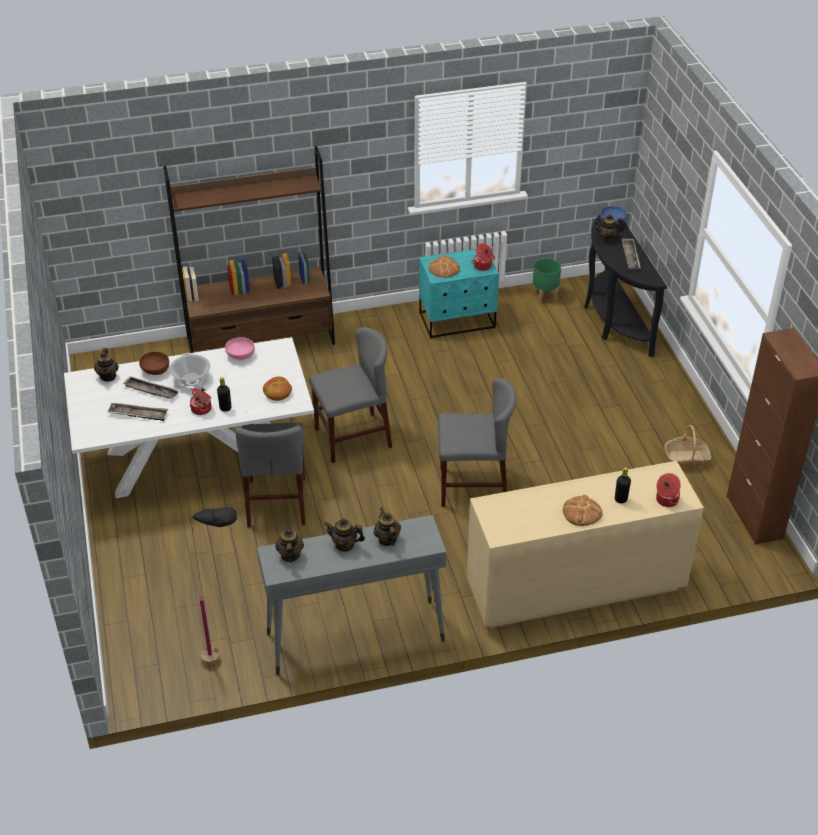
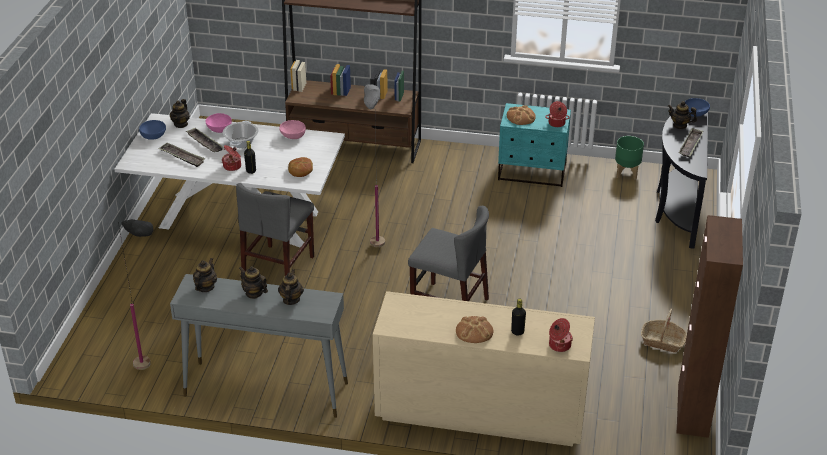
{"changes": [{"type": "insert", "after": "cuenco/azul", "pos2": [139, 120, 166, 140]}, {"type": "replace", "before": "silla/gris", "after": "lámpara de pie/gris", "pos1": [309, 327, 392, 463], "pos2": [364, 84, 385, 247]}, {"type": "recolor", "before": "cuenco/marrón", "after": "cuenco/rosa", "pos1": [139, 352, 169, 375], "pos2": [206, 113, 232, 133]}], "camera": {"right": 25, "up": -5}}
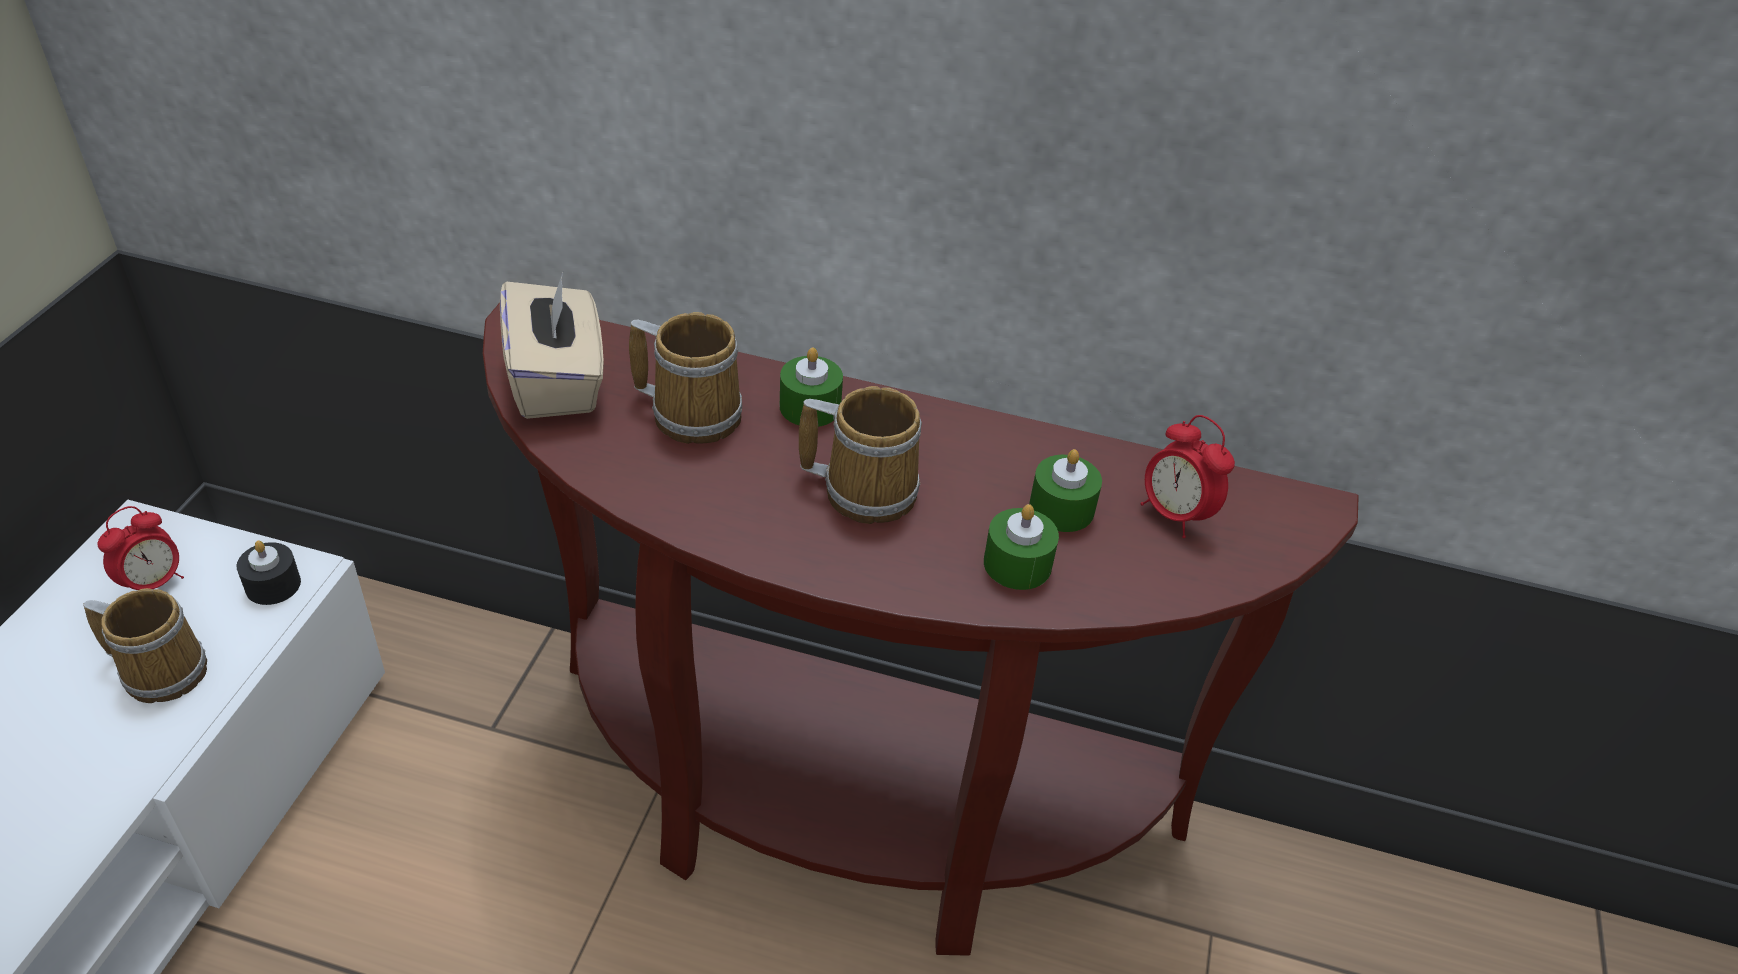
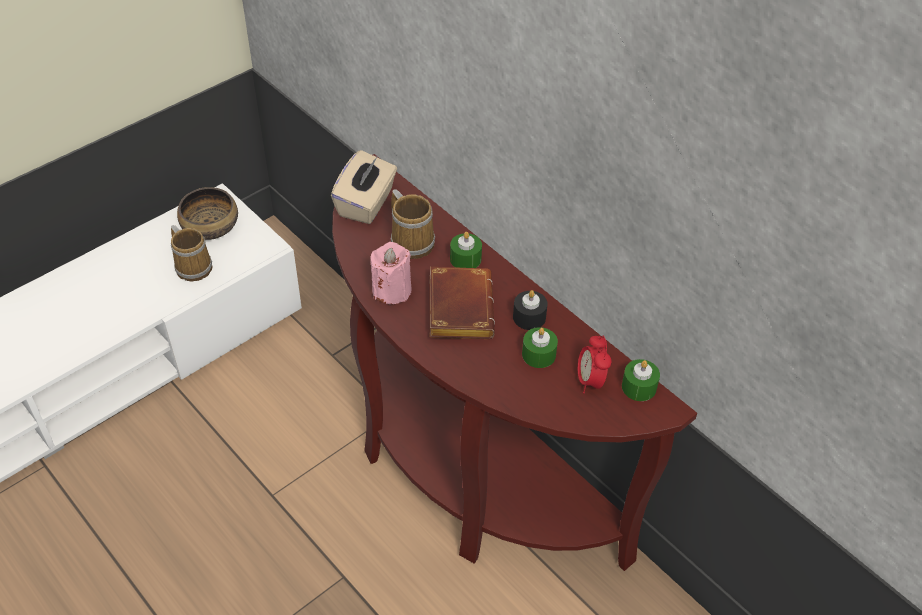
{"changes": [{"type": "insert", "after": "vela/rosa", "pos2": [370, 242, 412, 304]}, {"type": "move", "before": "vela/negro", "pos1": [236, 540, 301, 605], "pos2": [513, 290, 548, 330]}, {"type": "move", "before": "vela/verde", "pos1": [984, 504, 1059, 590], "pos2": [622, 359, 660, 401]}, {"type": "replace", "before": "despertador", "after": "cuenco", "pos1": [98, 506, 184, 590], "pos2": [177, 187, 238, 240]}, {"type": "replace", "before": "taza grande", "after": "libro/marrón", "pos1": [799, 386, 922, 524], "pos2": [429, 267, 495, 339]}], "camera": {"right": 35, "up": 5}}
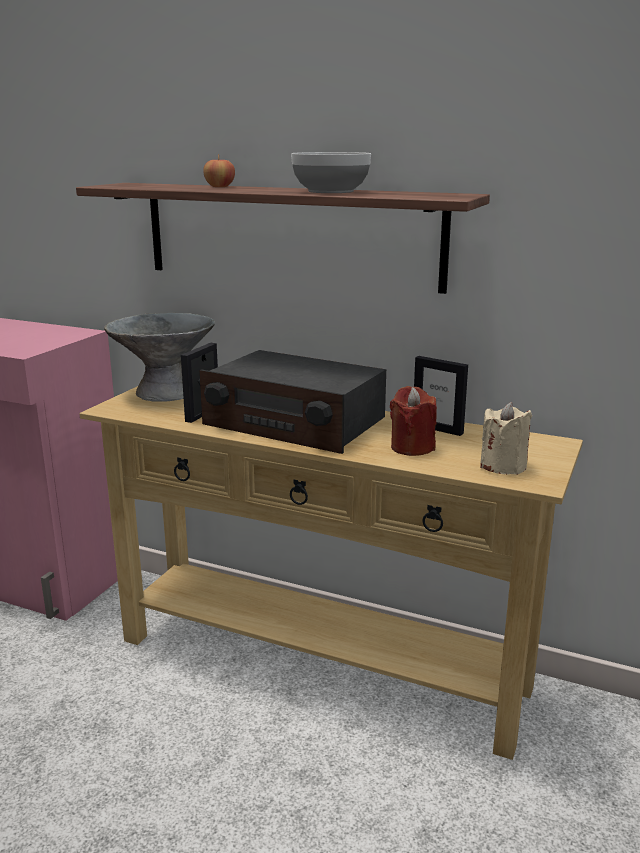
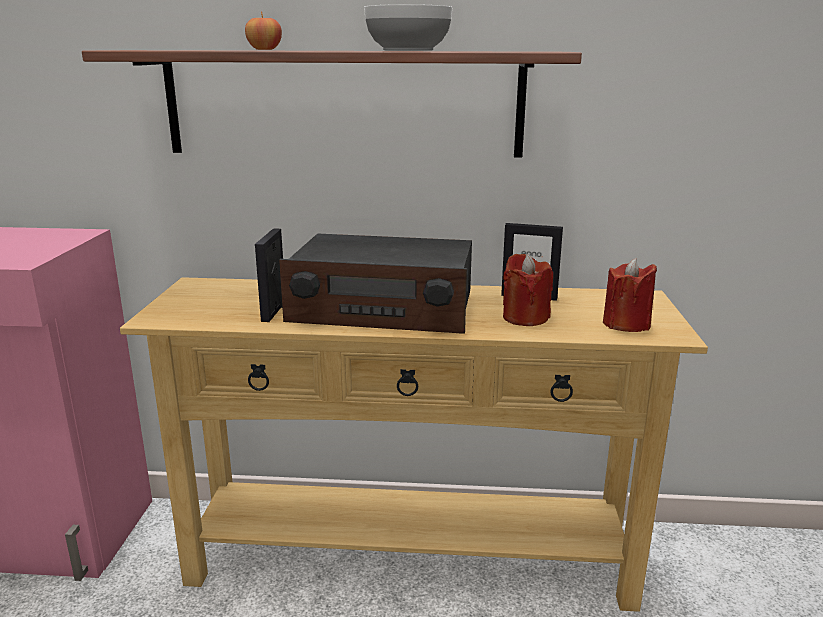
{"changes": [{"type": "delete", "before": "cuenco/gris", "pos1": [104, 313, 215, 402]}, {"type": "recolor", "before": "vela/beis", "after": "vela/rojo", "pos1": [480, 402, 532, 475], "pos2": [603, 258, 657, 332]}], "camera": {"right": -20, "up": 0}}
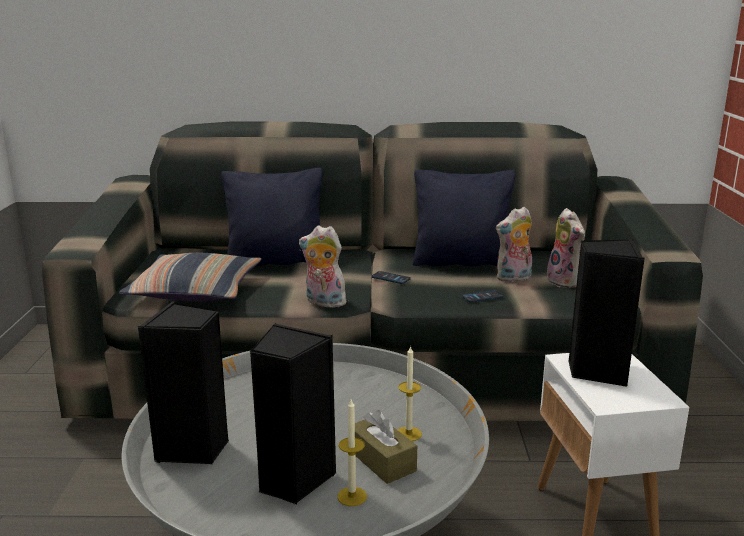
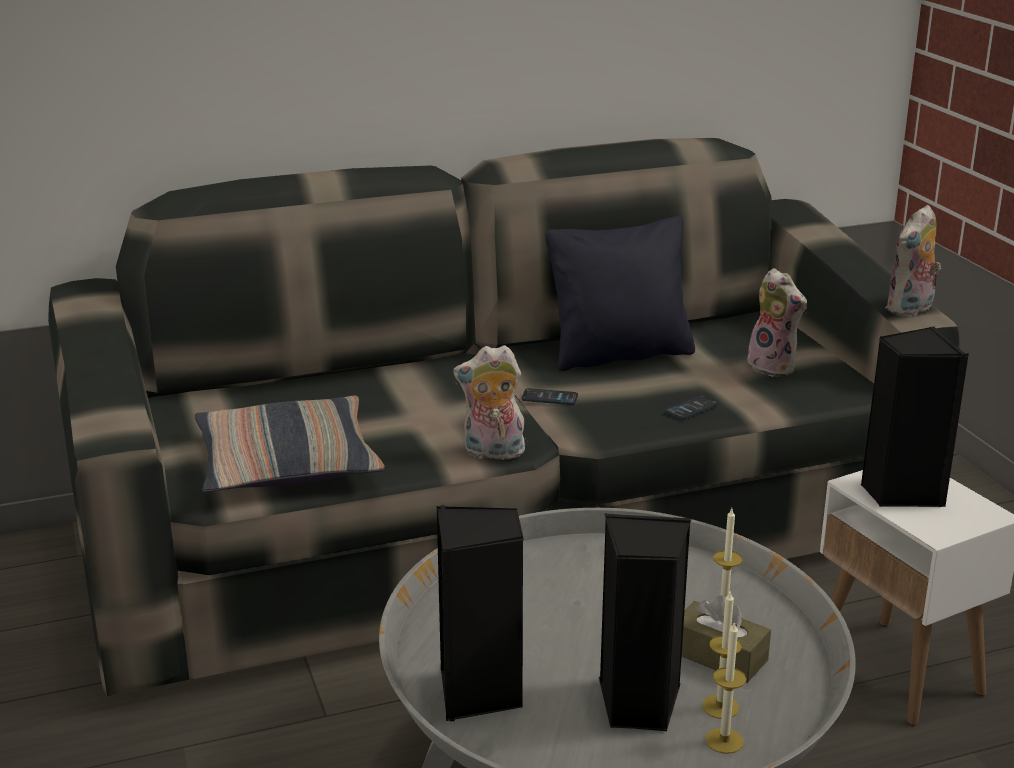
{"changes": [{"type": "delete", "before": "cojín/negro", "pos1": [221, 168, 323, 267]}, {"type": "insert", "after": "vela", "pos2": [705, 621, 747, 754]}, {"type": "move", "before": "peluche", "pos1": [496, 207, 532, 283], "pos2": [886, 205, 941, 317]}], "camera": {"right": -20, "up": 5}}
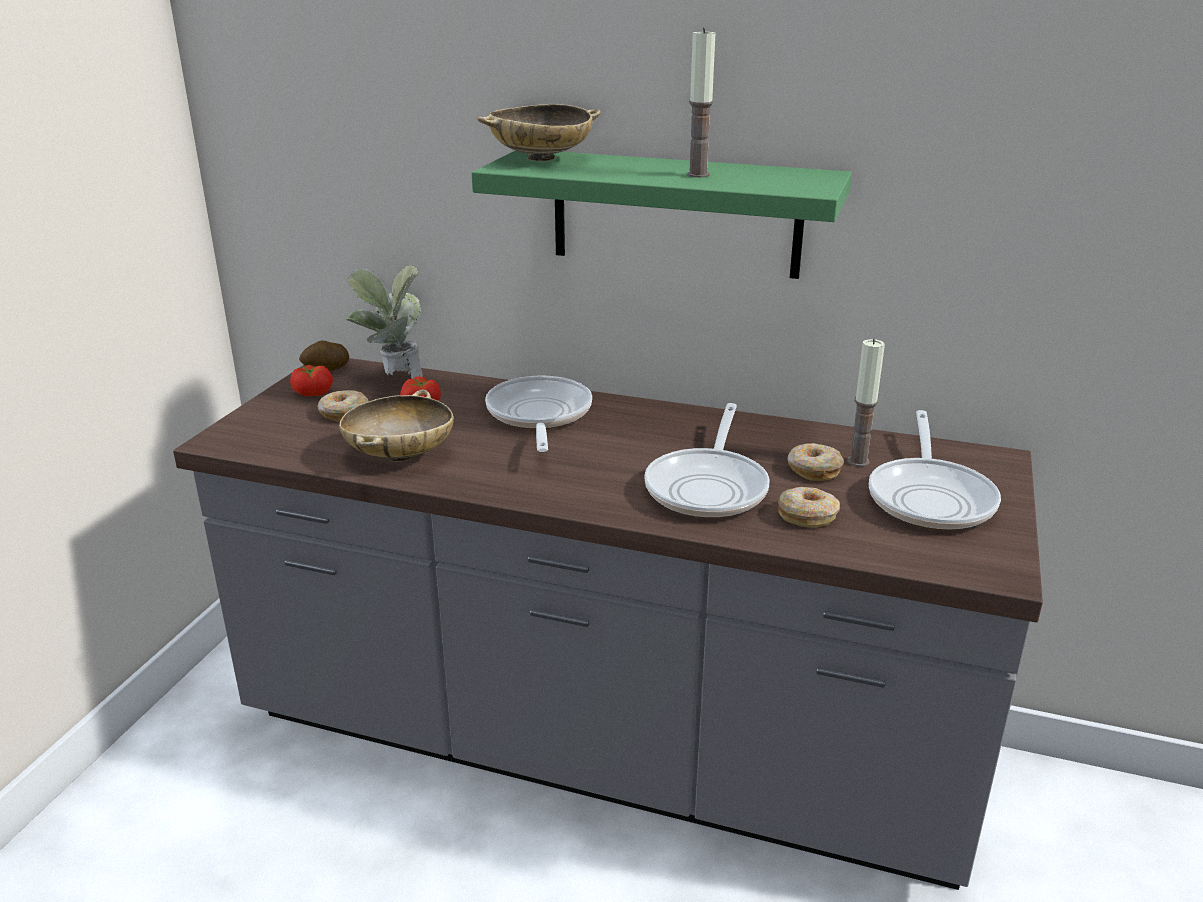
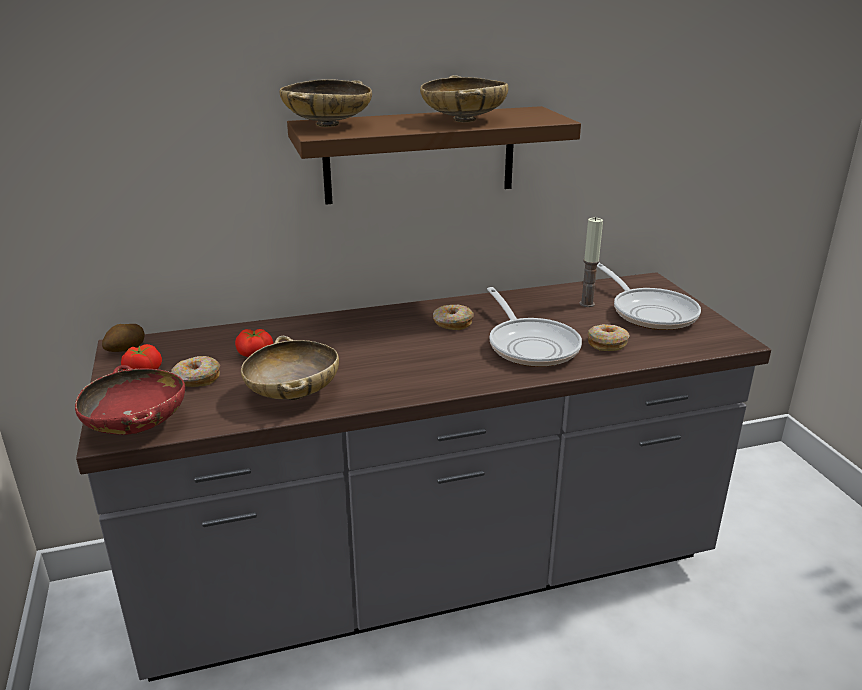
{"changes": [{"type": "delete", "before": "planta en maceta", "pos1": [346, 265, 423, 379]}, {"type": "delete", "before": "sartén", "pos1": [485, 376, 592, 452]}, {"type": "insert", "after": "cuenco/rojo", "pos2": [75, 365, 185, 435]}, {"type": "move", "before": "rosquilla", "pos1": [788, 443, 844, 481], "pos2": [433, 305, 474, 330]}, {"type": "replace", "before": "vela", "after": "cuenco/beis", "pos1": [687, 28, 715, 177], "pos2": [420, 75, 508, 122]}, {"type": "recolor", "before": "estante/verde", "after": "estante/marrón", "pos1": [472, 150, 852, 279], "pos2": [287, 106, 581, 204]}], "camera": {"right": -35, "up": 0}}
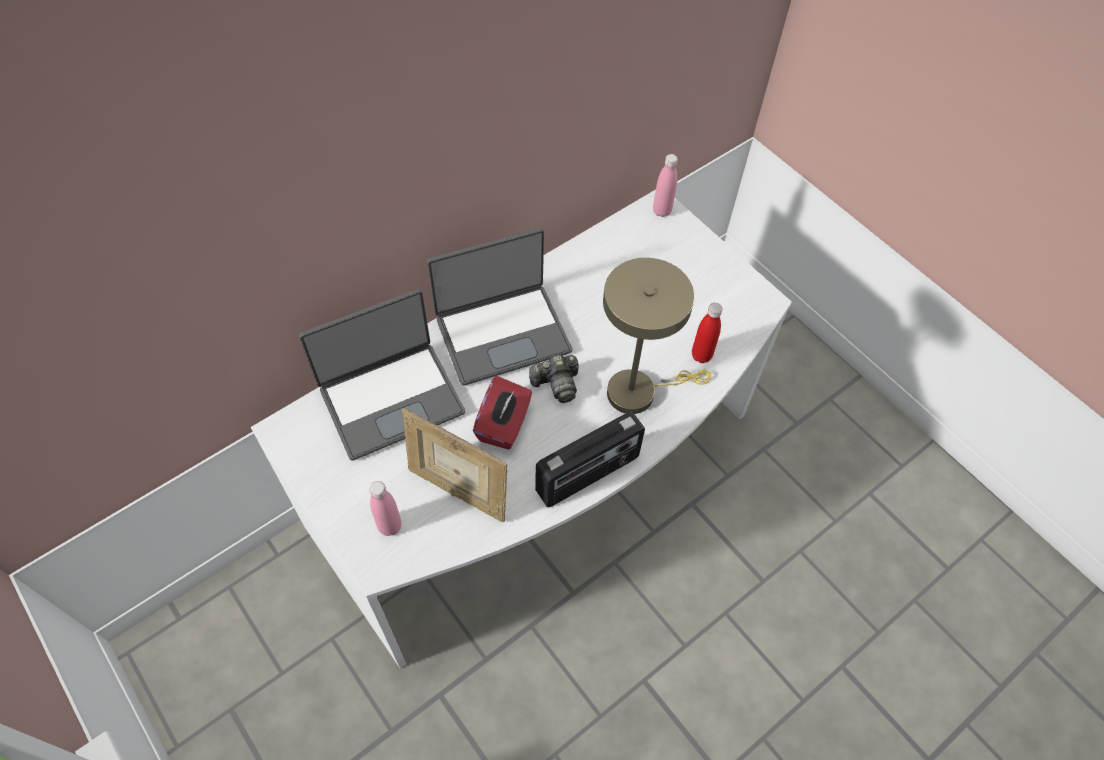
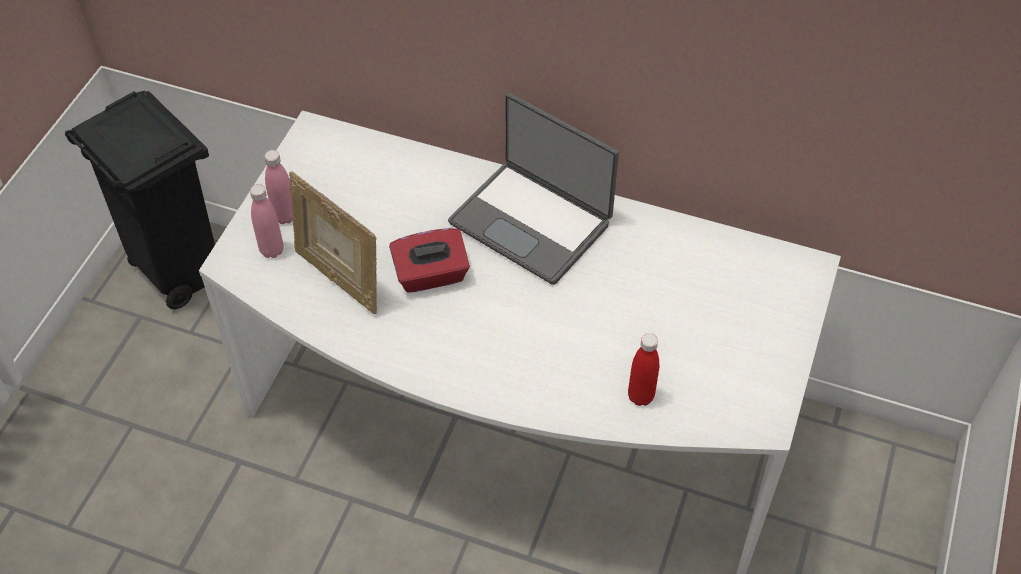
{"changes": [{"type": "delete", "before": "portátil", "pos1": [299, 289, 465, 461]}, {"type": "delete", "before": "cámara", "pos1": [529, 355, 579, 403]}, {"type": "delete", "before": "radio", "pos1": [535, 411, 645, 507]}, {"type": "delete", "before": "lámpara de mesa/beis", "pos1": [603, 258, 711, 414]}, {"type": "insert", "after": "papelera/negro", "pos2": [65, 91, 215, 309]}, {"type": "move", "before": "botella/rosa", "pos1": [653, 154, 678, 217], "pos2": [264, 150, 293, 224]}, {"type": "rotate", "before": "portarretratos", "pos1": [402, 408, 508, 522], "pos2": [289, 171, 377, 314], "turn": -45}], "camera": {"right": 60, "up": -5}}
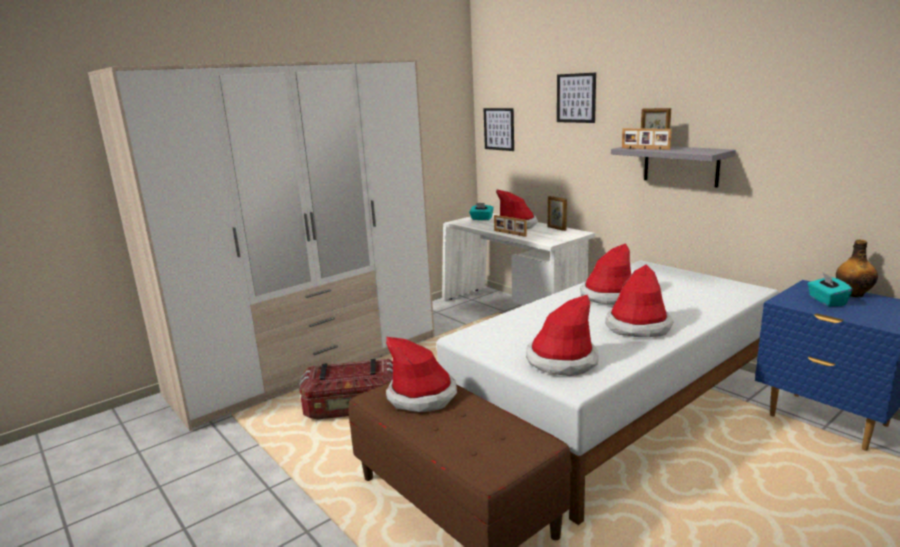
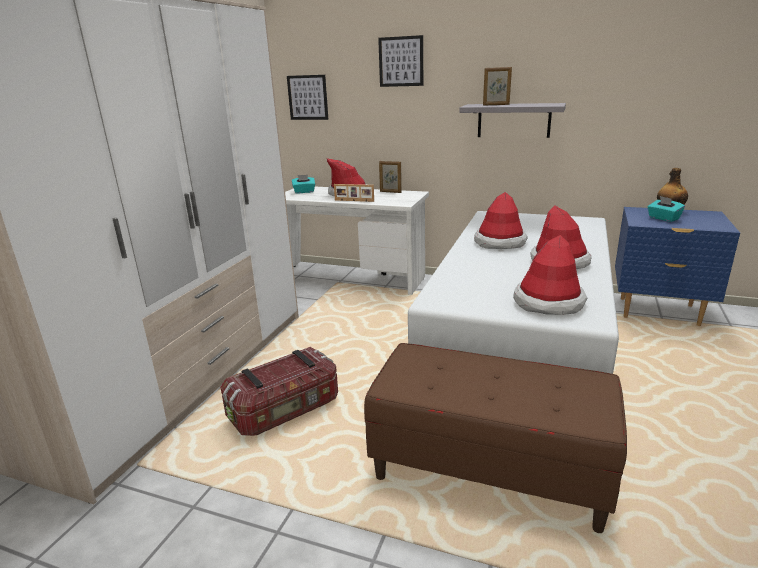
{"changes": [{"type": "delete", "before": "sombrero", "pos1": [386, 337, 457, 412]}, {"type": "delete", "before": "portarretratos", "pos1": [622, 128, 672, 150]}], "camera": {"right": -30, "up": 5}}
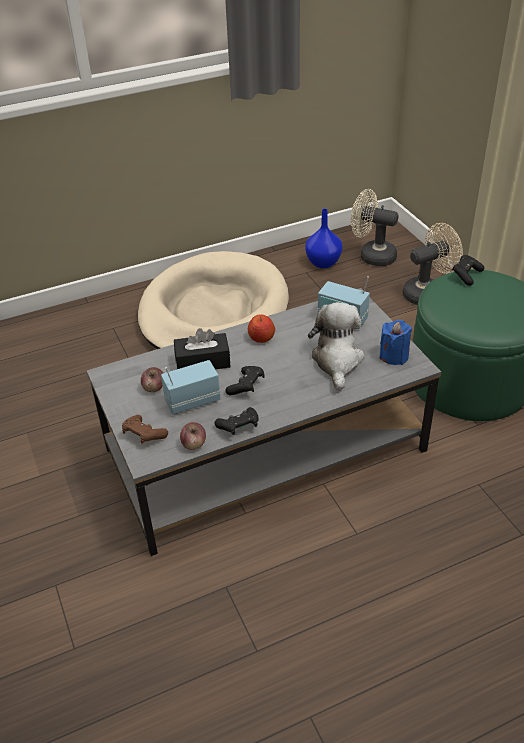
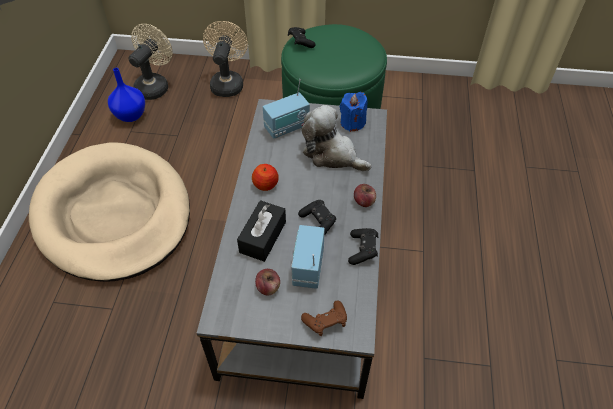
{"changes": [{"type": "move", "before": "manzana", "pos1": [180, 422, 206, 450], "pos2": [354, 184, 376, 207]}, {"type": "rotate", "before": "ventilador/beis", "pos1": [351, 189, 399, 266], "pos2": [128, 24, 172, 100], "turn": 150}], "camera": {"right": -60, "up": 10}}
